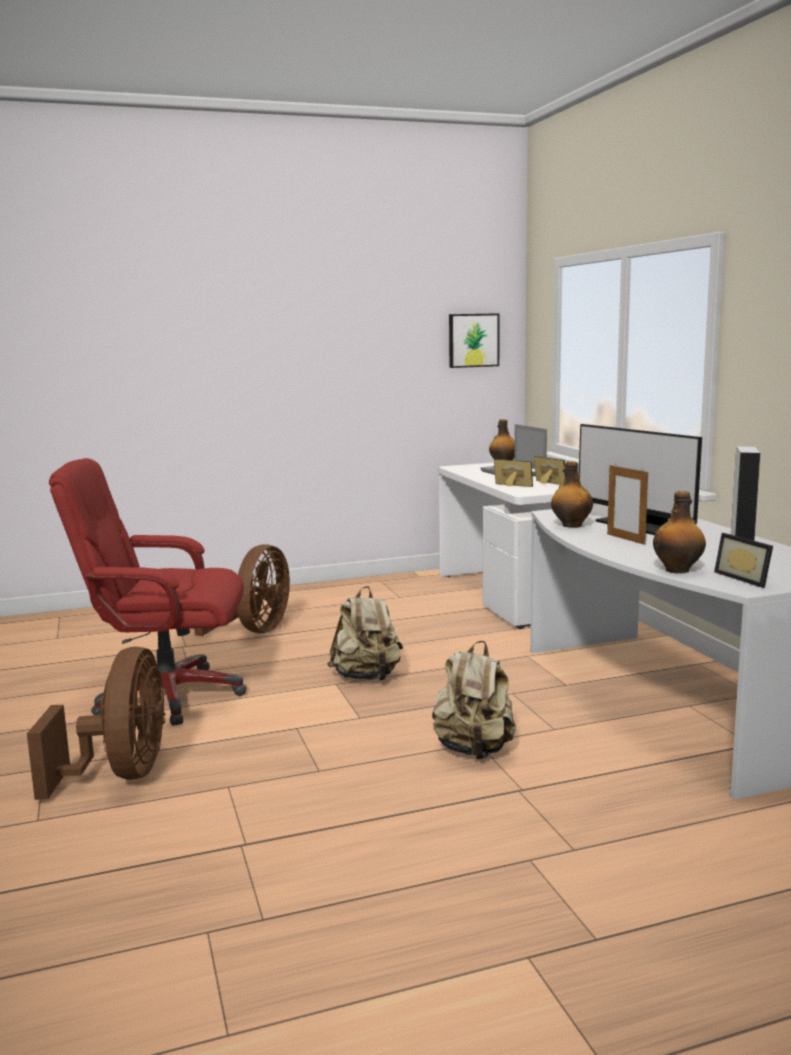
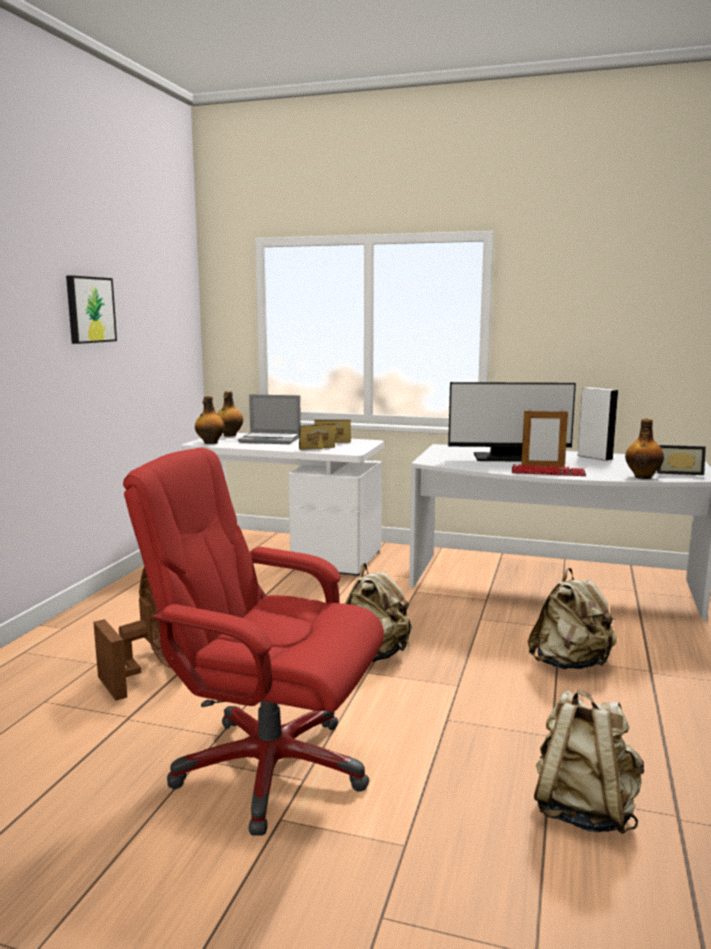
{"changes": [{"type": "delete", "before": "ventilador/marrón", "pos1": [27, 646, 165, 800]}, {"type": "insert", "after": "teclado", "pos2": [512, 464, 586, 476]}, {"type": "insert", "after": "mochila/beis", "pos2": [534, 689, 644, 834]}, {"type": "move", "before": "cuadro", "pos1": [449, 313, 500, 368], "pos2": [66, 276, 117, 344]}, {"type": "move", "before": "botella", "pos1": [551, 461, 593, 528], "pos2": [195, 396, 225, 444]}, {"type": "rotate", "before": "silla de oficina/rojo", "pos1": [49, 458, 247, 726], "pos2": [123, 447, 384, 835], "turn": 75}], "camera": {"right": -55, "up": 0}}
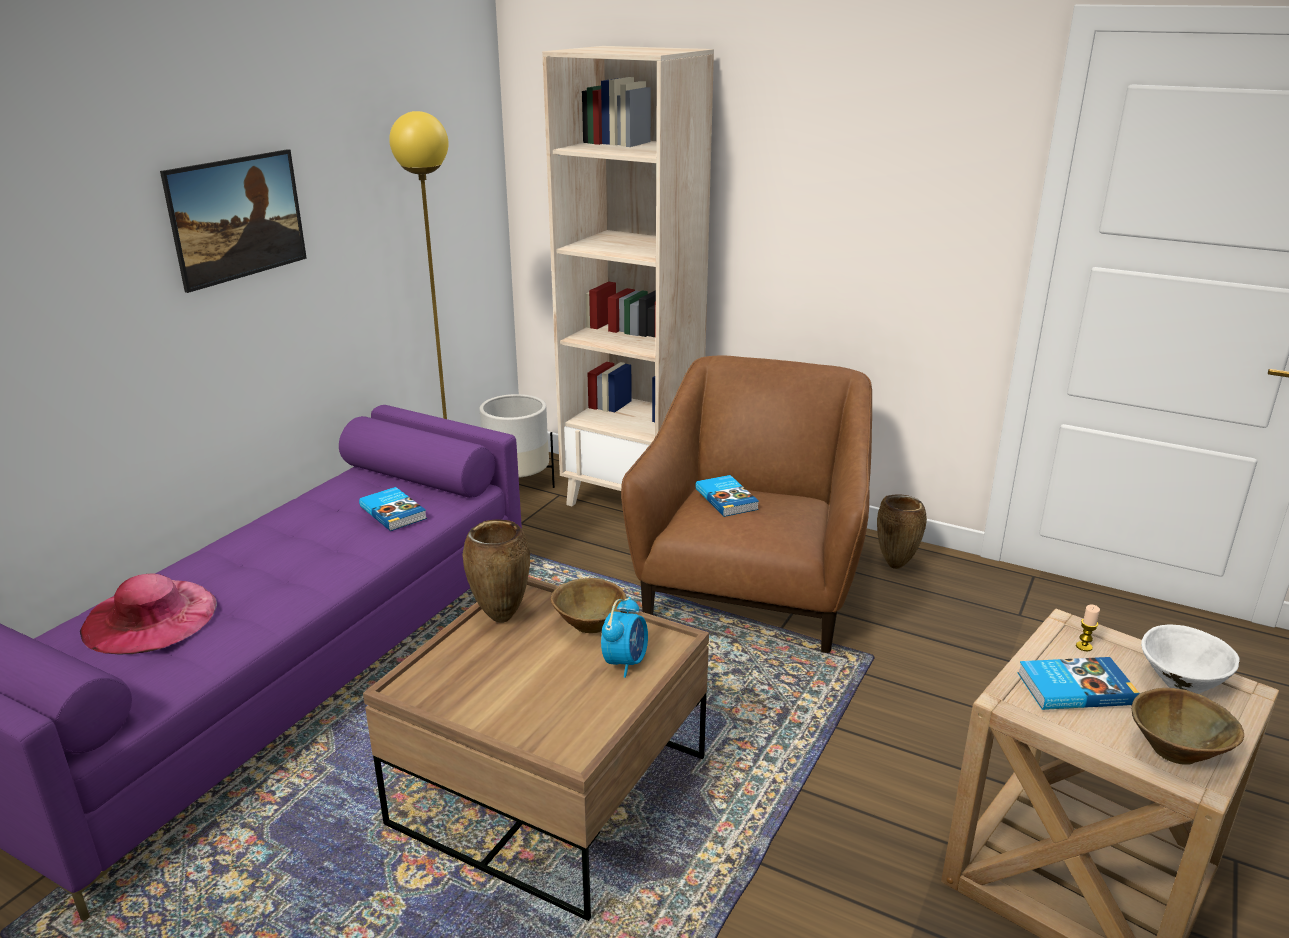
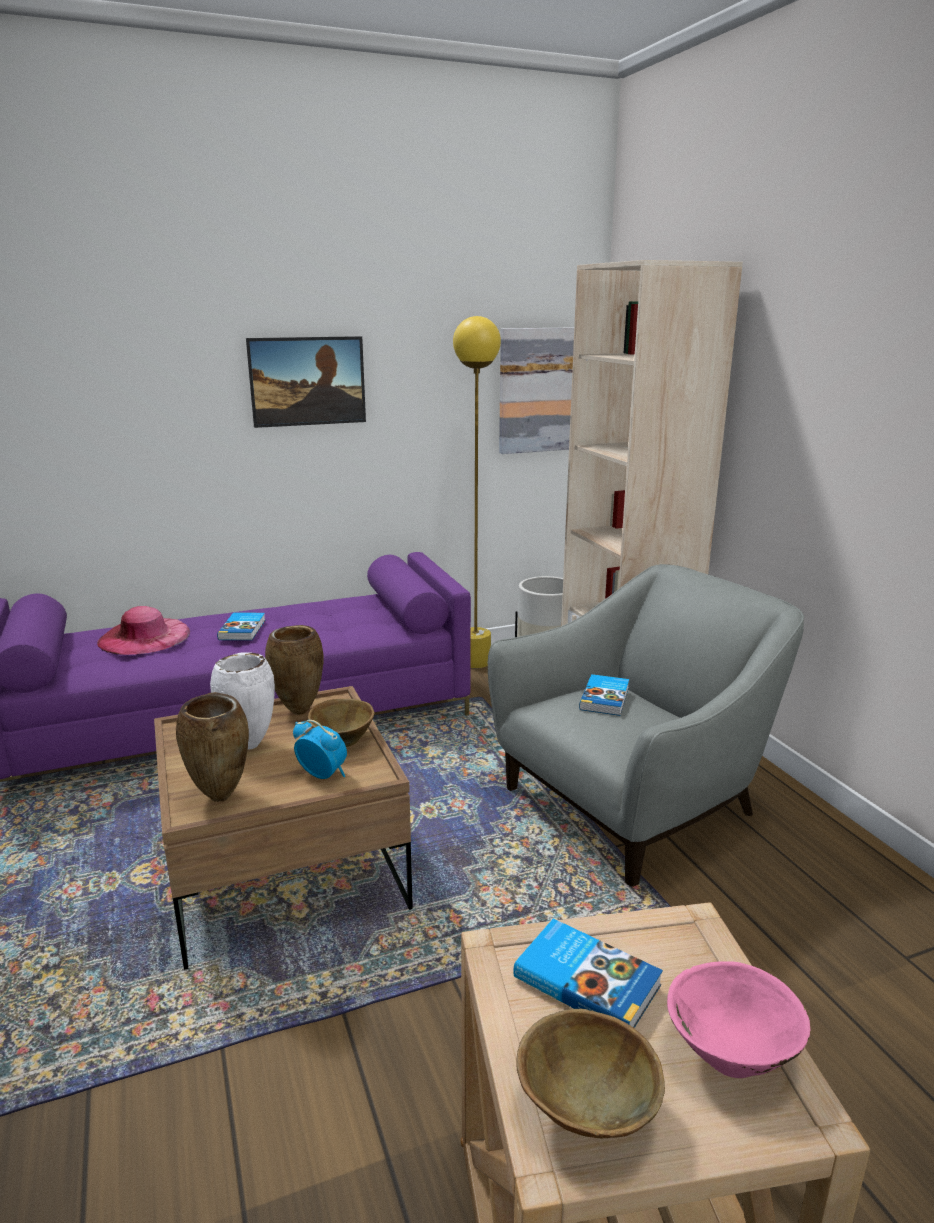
{"changes": [{"type": "delete", "before": "vela", "pos1": [1076, 605, 1100, 651]}, {"type": "insert", "after": "florero/blanco", "pos2": [210, 652, 275, 750]}, {"type": "insert", "after": "cuadro", "pos2": [499, 327, 574, 454]}, {"type": "move", "before": "libro", "pos1": [359, 487, 427, 531], "pos2": [217, 613, 265, 640]}, {"type": "move", "before": "florero/marrón", "pos1": [877, 495, 927, 569], "pos2": [176, 692, 249, 802]}, {"type": "recolor", "before": "sillón/marrón", "after": "sillón/gris", "pos1": [621, 355, 872, 653], "pos2": [488, 564, 804, 886]}, {"type": "recolor", "before": "cuenco/blanco", "after": "cuenco/rosa", "pos1": [1141, 625, 1240, 694], "pos2": [667, 961, 811, 1078]}, {"type": "rotate", "before": "despertador", "pos1": [601, 597, 648, 678], "pos2": [293, 720, 347, 779], "turn": -120}], "camera": {"right": 40, "up": -5}}
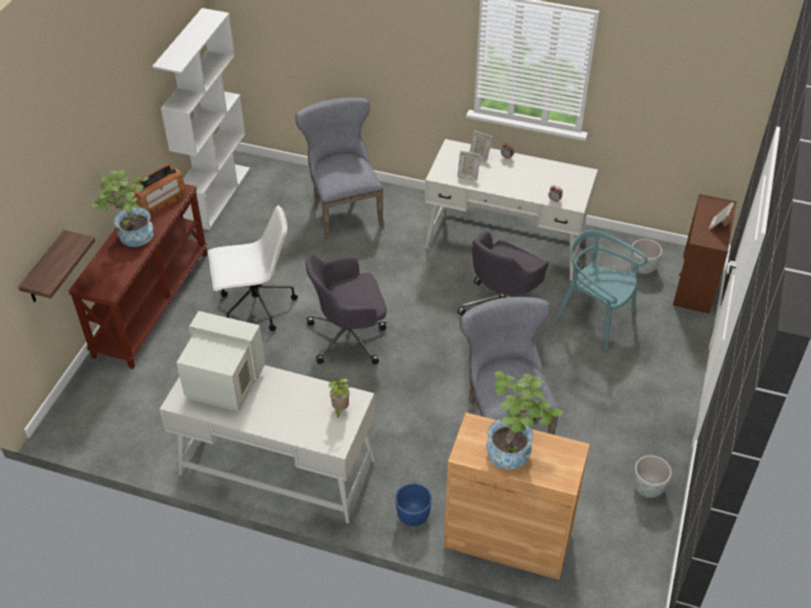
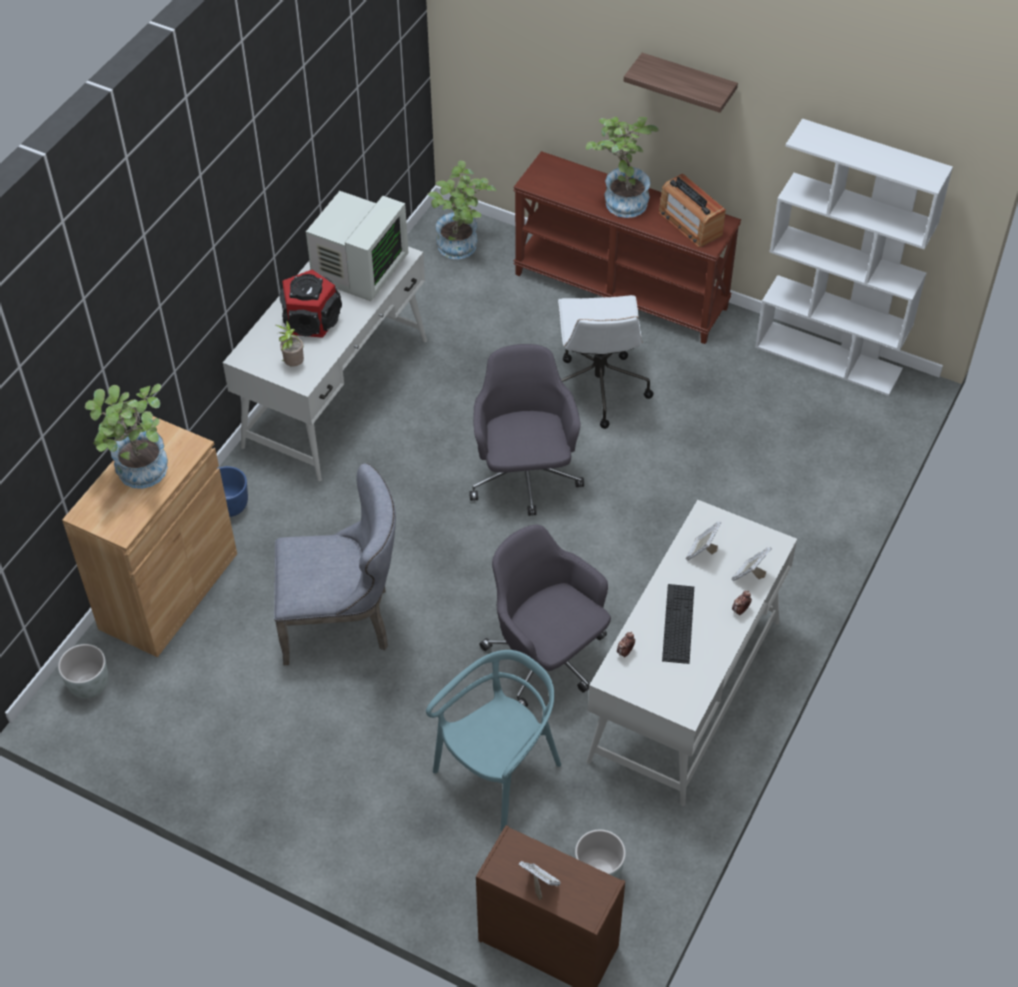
{"changes": [{"type": "delete", "before": "silla/gris", "pos1": [295, 98, 384, 240]}, {"type": "insert", "after": "altavoz", "pos2": [279, 269, 342, 338]}, {"type": "insert", "after": "planta en maceta", "pos2": [427, 160, 497, 259]}, {"type": "insert", "after": "teclado", "pos2": [662, 584, 694, 664]}, {"type": "move", "before": "estante", "pos1": [18, 230, 95, 302], "pos2": [624, 53, 738, 113]}, {"type": "move", "before": "maceta/gris", "pos1": [633, 455, 672, 498], "pos2": [58, 644, 108, 699]}], "camera": {"right": 100, "up": 5}}
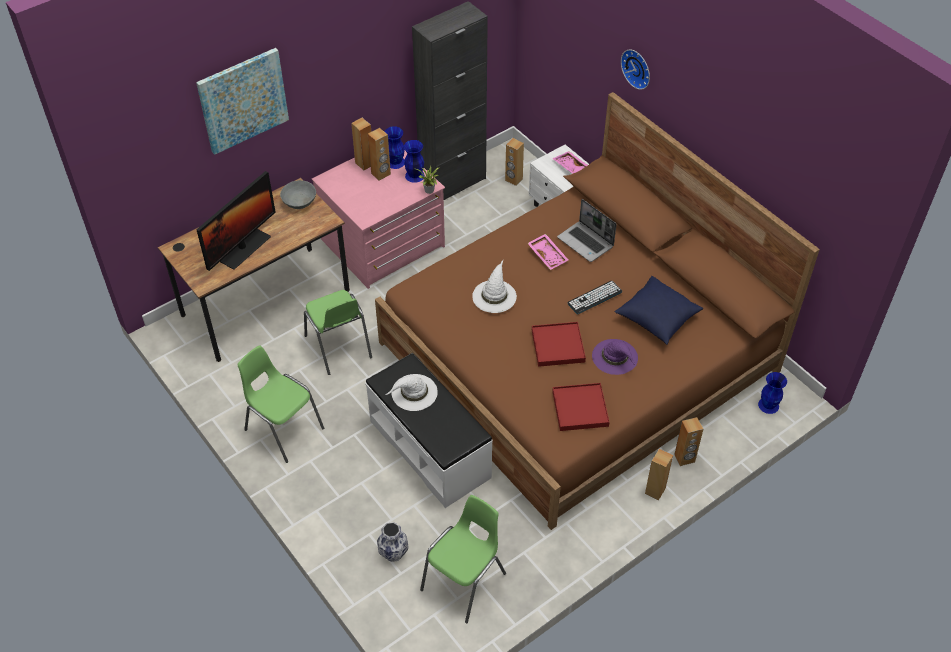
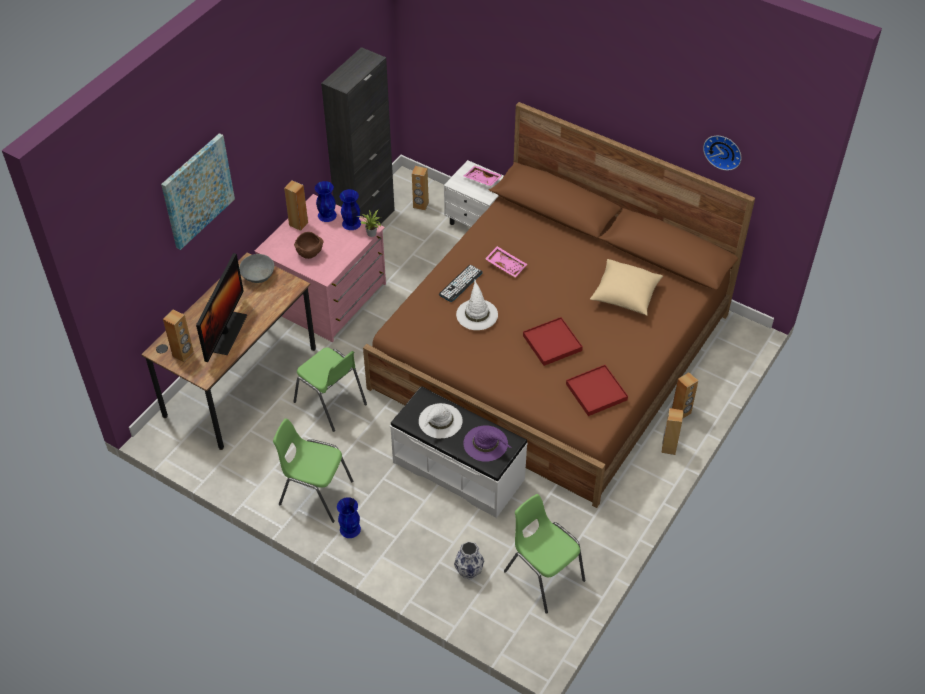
{"changes": [{"type": "delete", "before": "portátil", "pos1": [557, 199, 617, 262]}, {"type": "insert", "after": "cuenco/marrón", "pos2": [294, 232, 323, 259]}, {"type": "move", "before": "altavoz/marrón", "pos1": [368, 128, 391, 181], "pos2": [163, 310, 194, 362]}, {"type": "move", "before": "teclado", "pos1": [567, 281, 622, 315], "pos2": [439, 265, 483, 302]}, {"type": "move", "before": "sombrero/morado", "pos1": [592, 339, 638, 375], "pos2": [464, 425, 511, 462]}, {"type": "move", "before": "reloj de pared", "pos1": [621, 49, 650, 90], "pos2": [703, 136, 742, 170]}, {"type": "move", "before": "florero/azul", "pos1": [758, 372, 787, 414], "pos2": [337, 497, 361, 538]}, {"type": "recolor", "before": "cojín/azul", "after": "cojín/beis", "pos1": [615, 276, 703, 345], "pos2": [590, 259, 663, 316]}, {"type": "rotate", "before": "silla/verde", "pos1": [420, 495, 506, 623], "pos2": [504, 494, 585, 614], "turn": -60}], "camera": {"right": -20, "up": 0}}
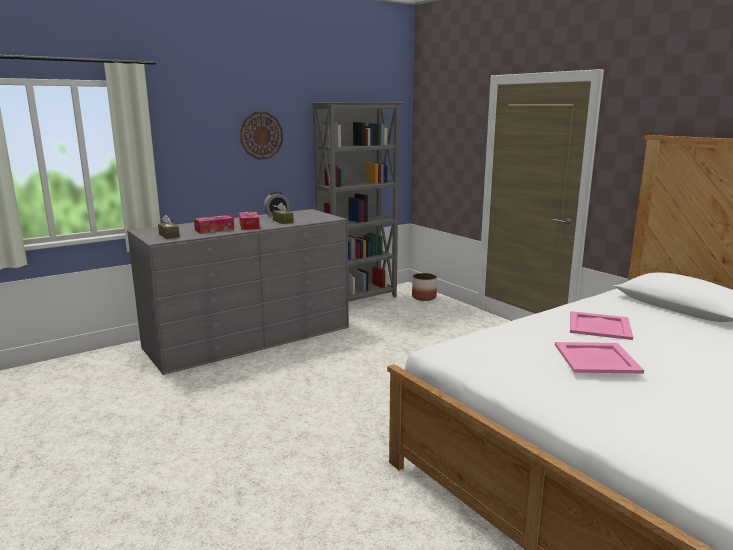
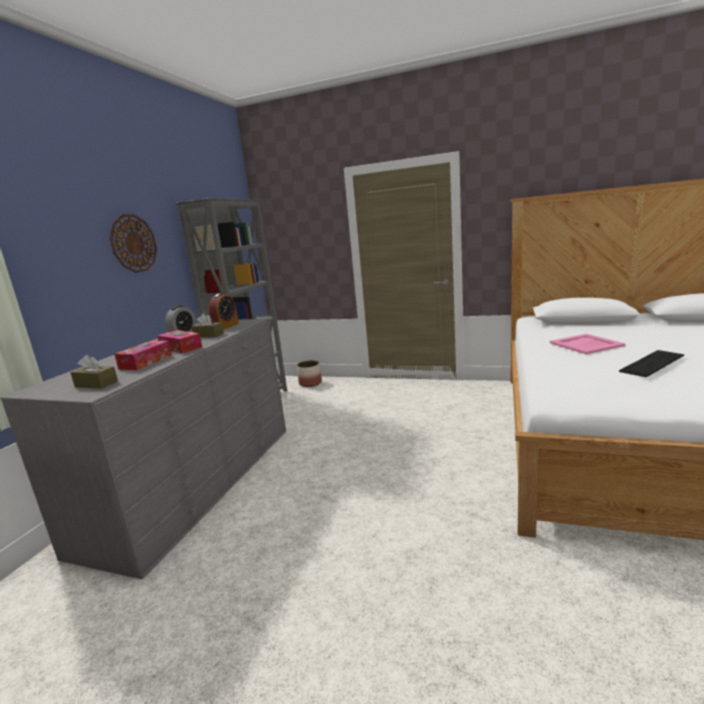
{"changes": [{"type": "insert", "after": "despertador", "pos2": [209, 293, 239, 330]}, {"type": "replace", "before": "bandeja/rosa", "after": "teclado", "pos1": [555, 342, 644, 374], "pos2": [619, 350, 684, 377]}], "camera": {"right": -35, "up": 0}}
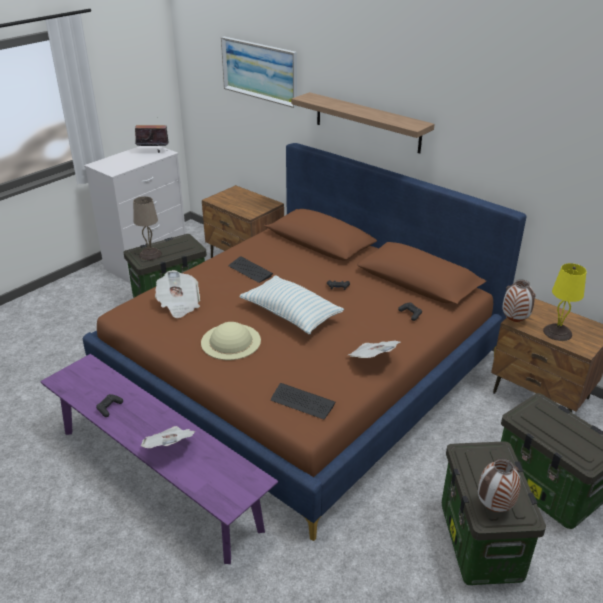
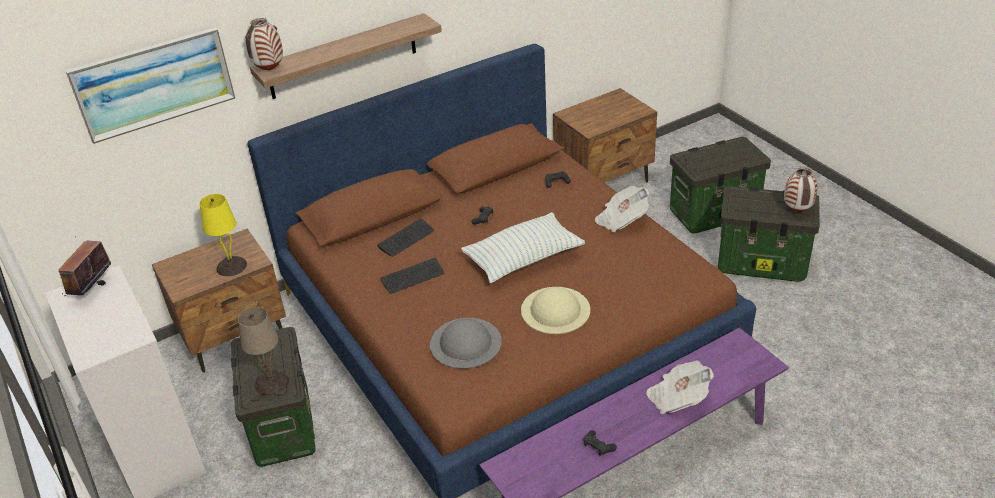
{"changes": [{"type": "move", "before": "teclado", "pos1": [271, 383, 335, 419], "pos2": [377, 218, 434, 257]}, {"type": "move", "before": "florero", "pos1": [503, 279, 535, 322], "pos2": [245, 18, 283, 70]}, {"type": "move", "before": "lámpara de mesa/amarillo", "pos1": [543, 263, 587, 341], "pos2": [199, 194, 247, 276]}, {"type": "replace", "before": "periódico", "after": "sombrero/gris", "pos1": [155, 270, 200, 318], "pos2": [430, 318, 502, 369]}], "camera": {"right": -70, "up": 5}}
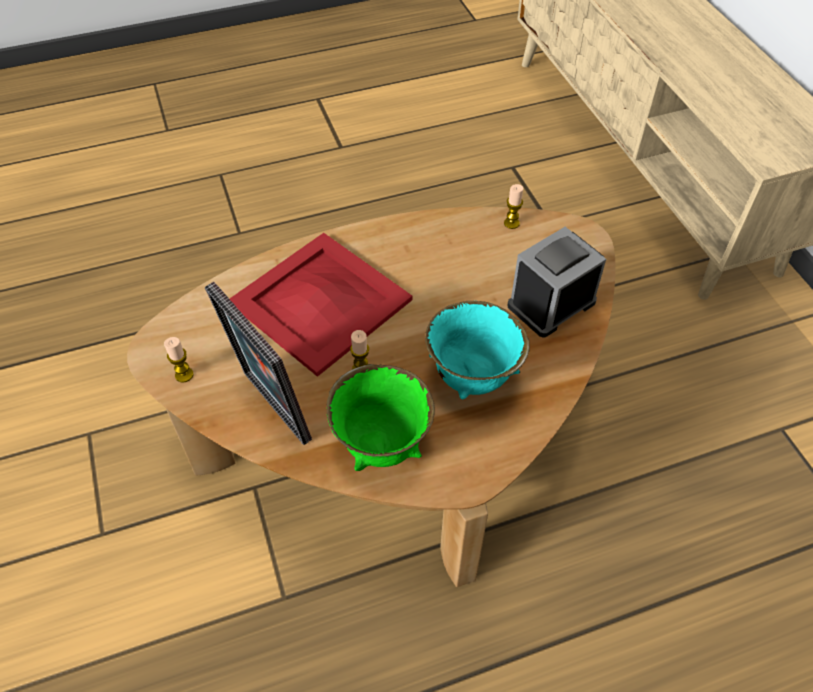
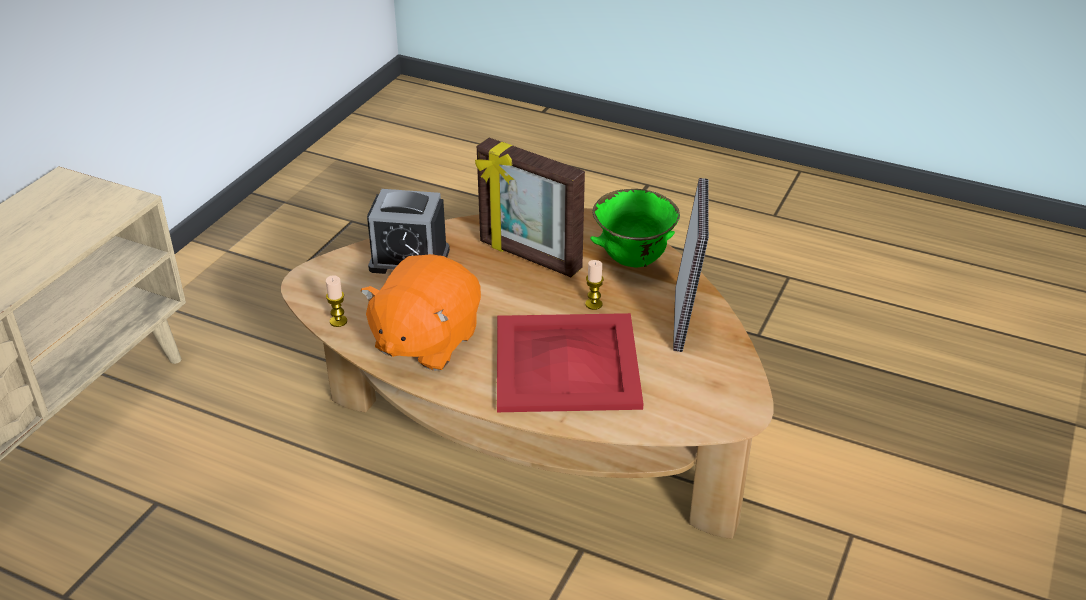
{"changes": [{"type": "delete", "before": "vela", "pos1": [164, 337, 194, 383]}, {"type": "insert", "after": "peluche/naranja", "pos2": [361, 254, 481, 371]}, {"type": "replace", "before": "cuenco/turquesa", "after": "portarretratos", "pos1": [425, 301, 530, 399], "pos2": [475, 138, 585, 277]}], "camera": {"right": -135, "up": -15}}
